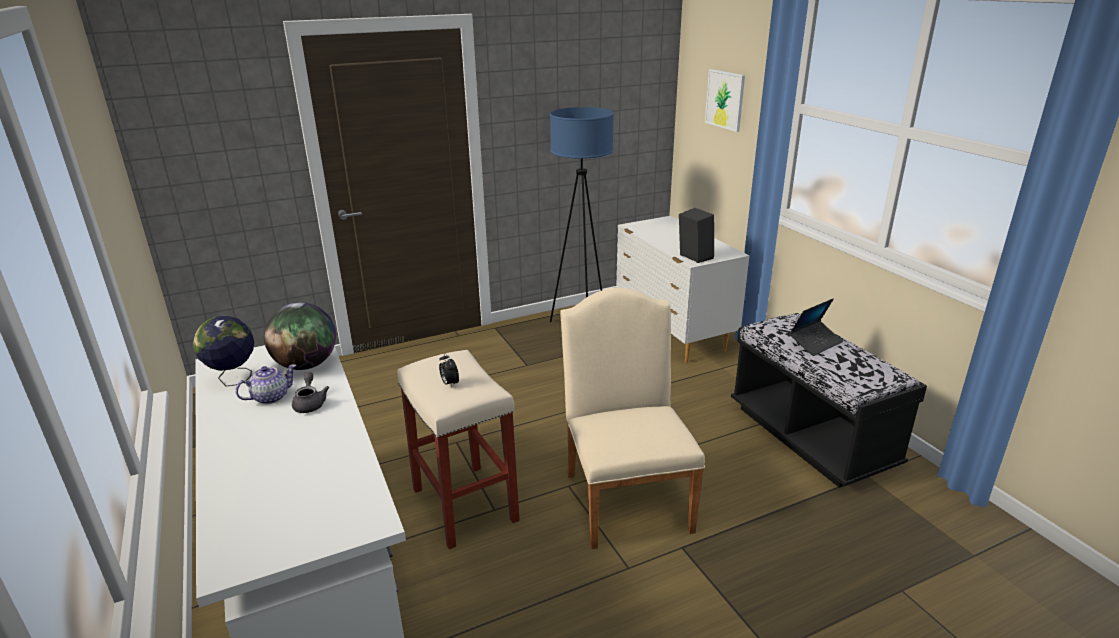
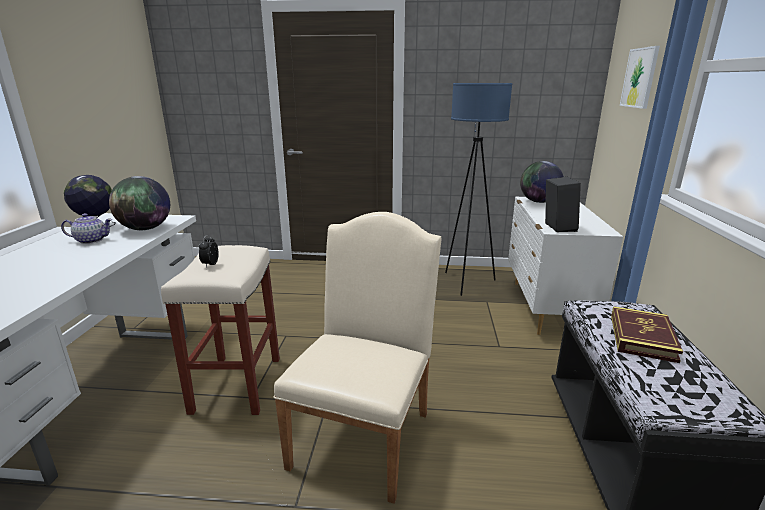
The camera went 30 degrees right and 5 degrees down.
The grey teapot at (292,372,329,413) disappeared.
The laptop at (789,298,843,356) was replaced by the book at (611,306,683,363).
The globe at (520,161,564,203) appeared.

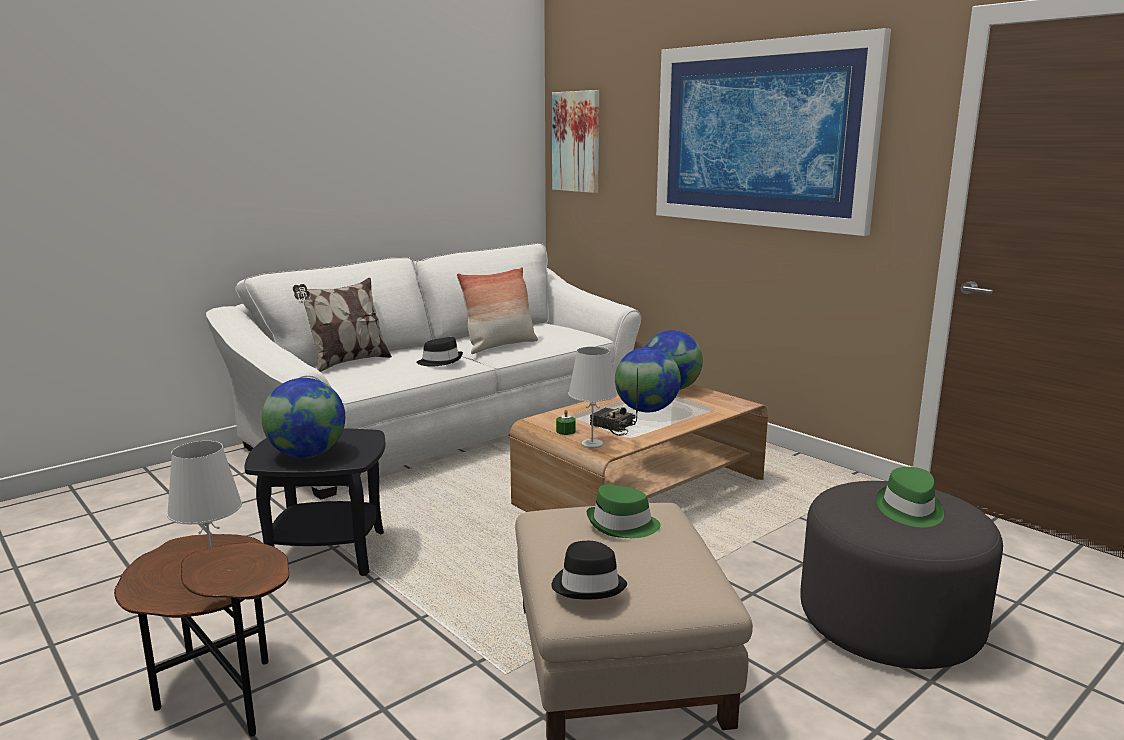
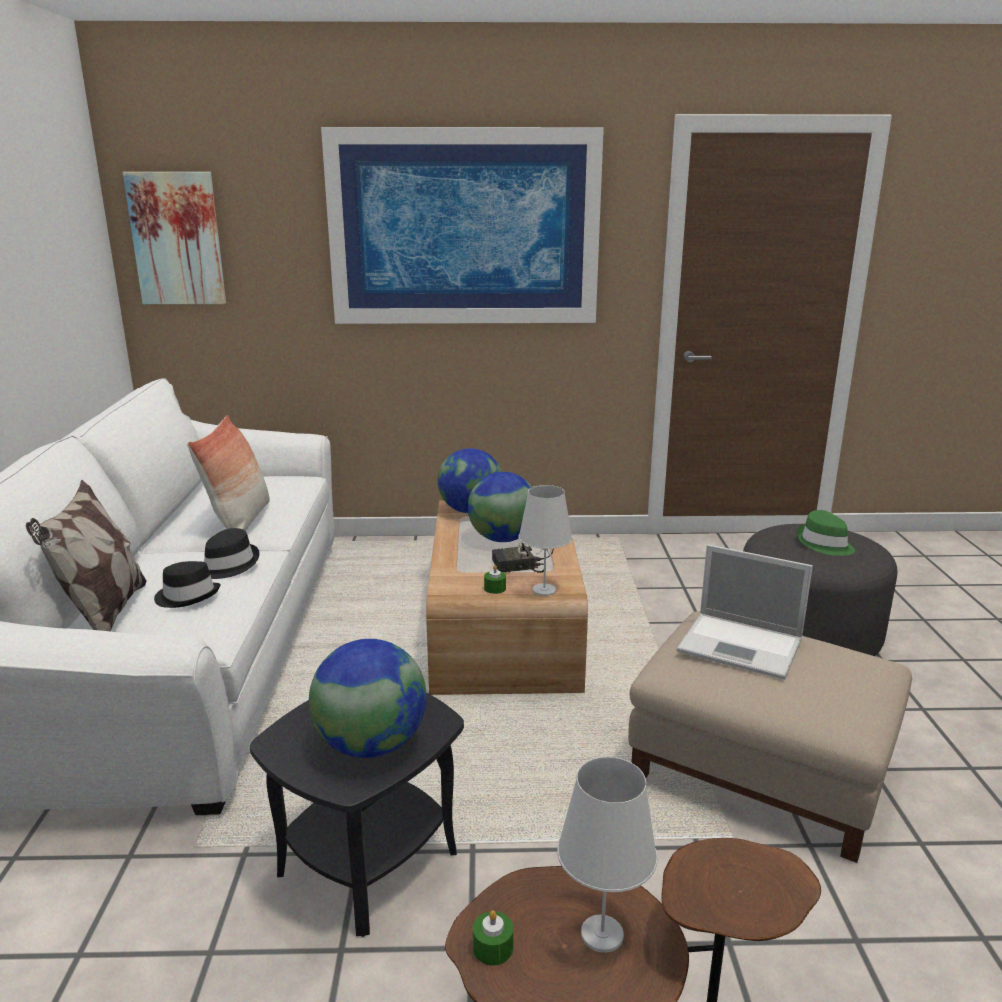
The camera went 50 degrees left and 5 degrees up.
The black hat moved from (551,541,627,599) to (154,561,221,608).
The green hat at (587,485,660,538) was replaced by the laptop at (677,544,813,680).
The green candle at (473,910,513,965) appeared.

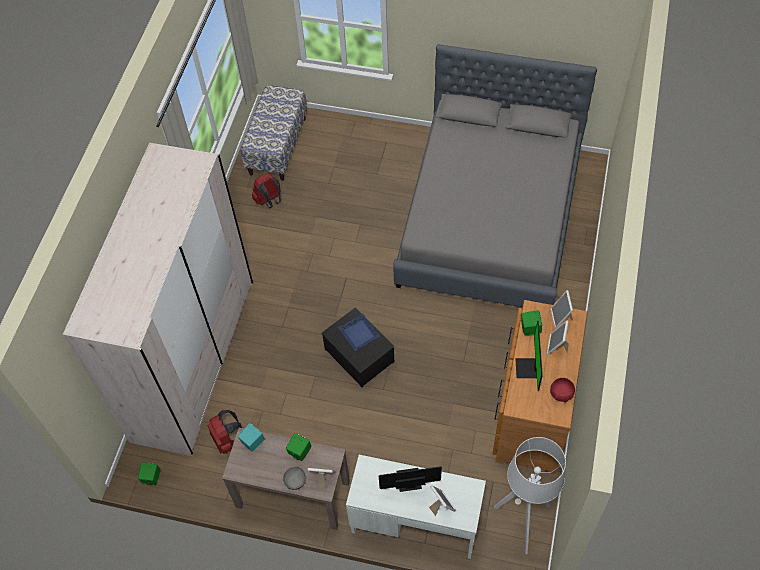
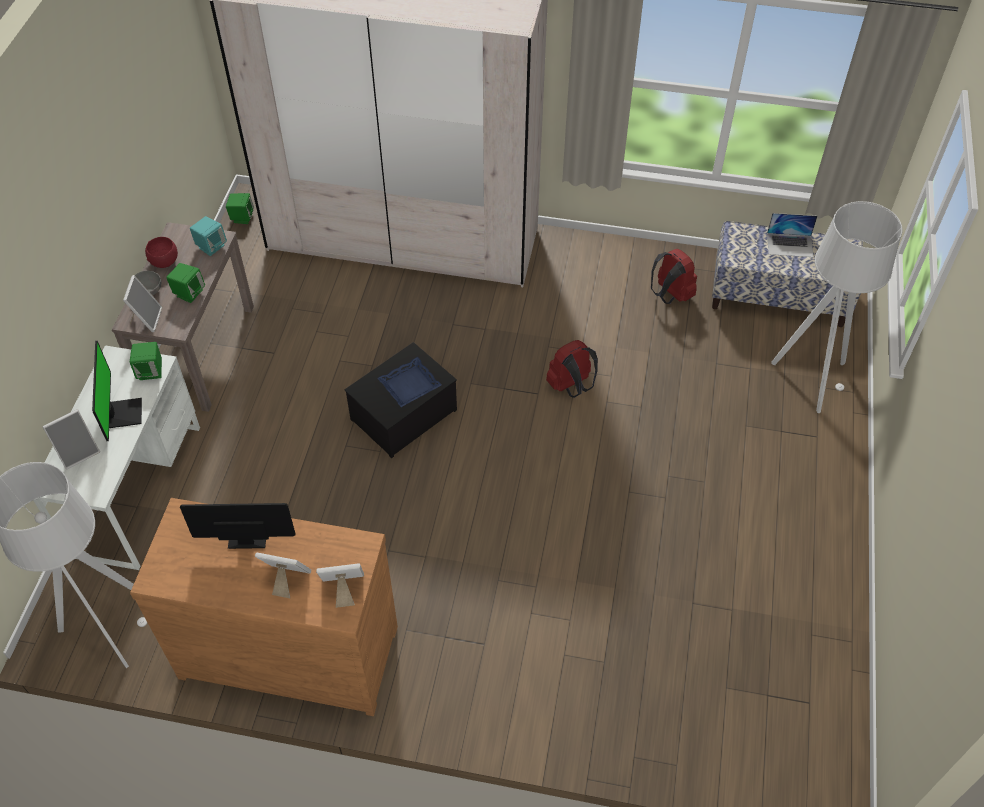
The camera went 85 degrees right and 5 degrees down.
The red backpack moved from (208,410,242,454) to (546,340,598,398).
The grey bed at (393,44,597,307) disappeared.
The green speaker moved from (521,310,542,336) to (130,342,162,380).
The red bowl moved from (550,378,575,403) to (145,237,178,268).
The laptop at (767,213,817,257) appeared.
The grey floor lamp at (771,201,902,413) appeared.

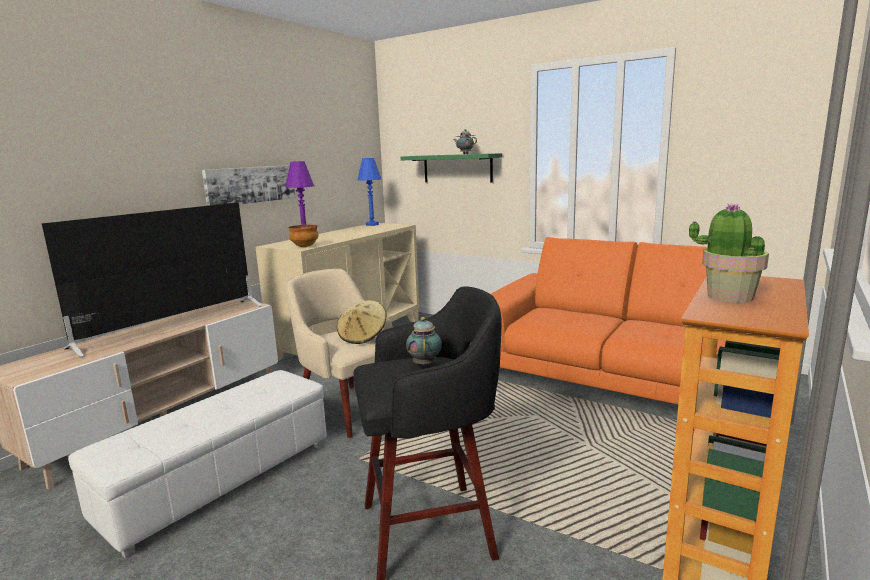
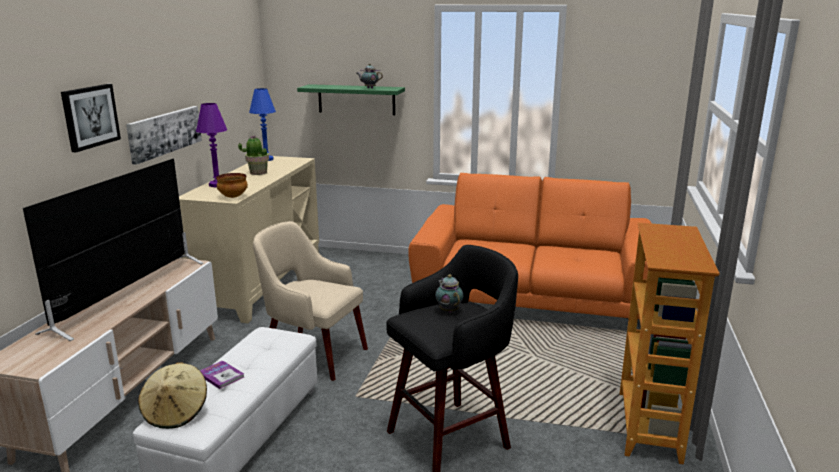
The camera went 20 degrees left and 5 degrees up.
The beige hat moved from (337,300,386,344) to (138,362,207,429).
The potted plant moved from (689,203,769,303) to (238,135,269,175).
The picture at (61,84,121,152) appeared.
The book at (200,360,244,389) appeared.

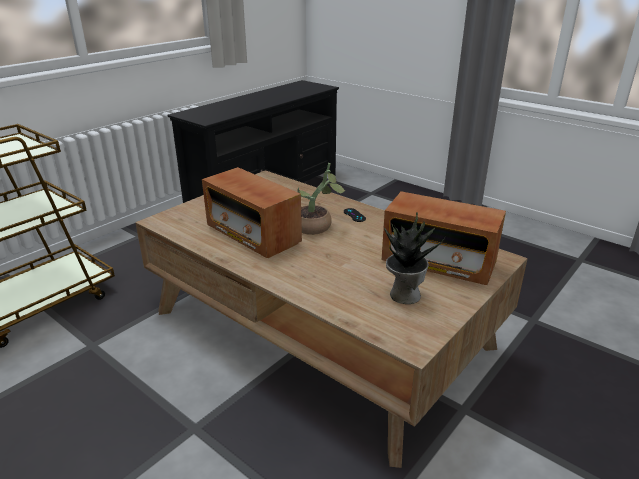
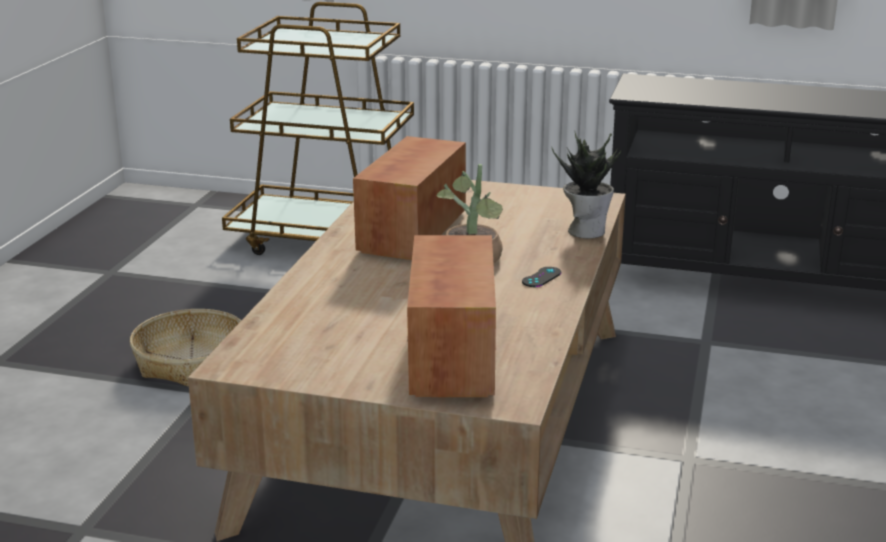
The camera went 65 degrees right and 5 degrees down.
The potted plant moved from (384,212,445,304) to (552,130,621,238).
The basket at (130,309,241,387) appeared.

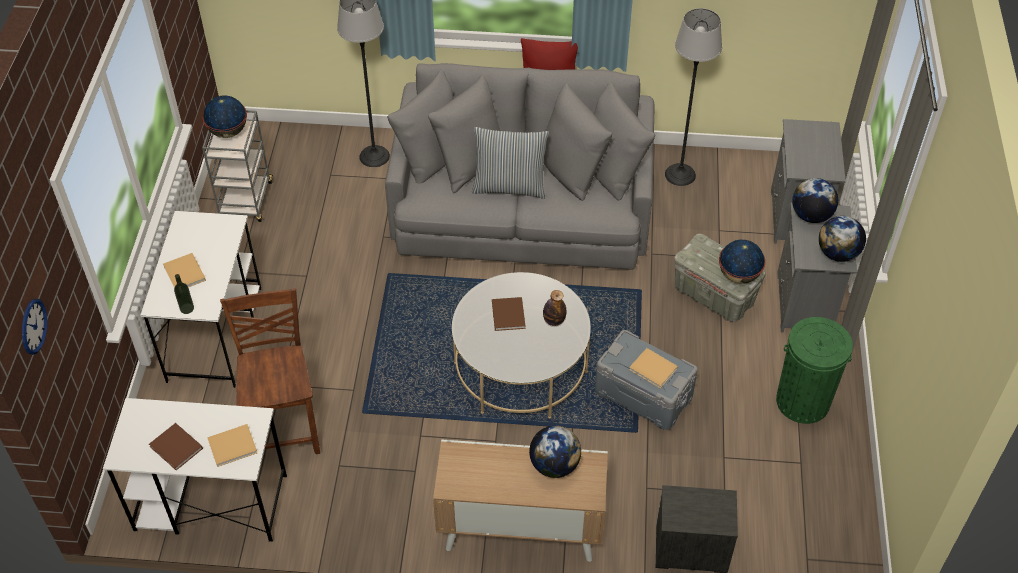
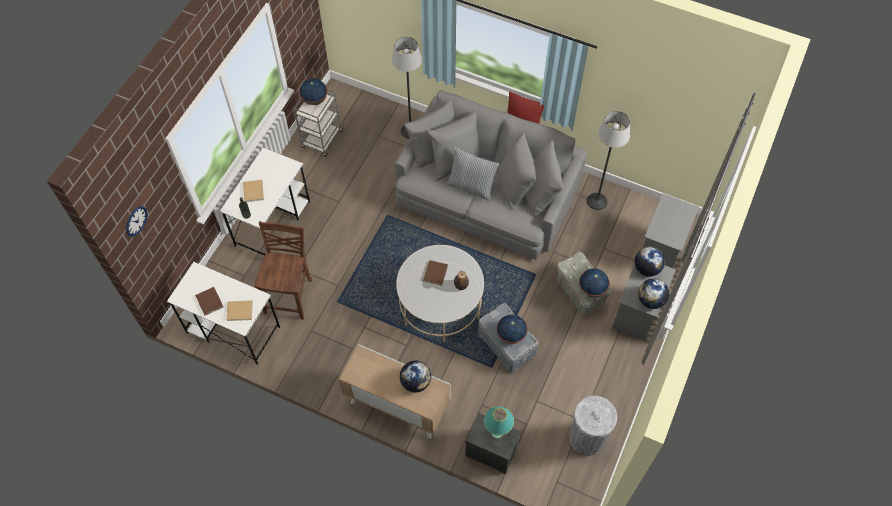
The camera went 20 degrees right and 10 degrees up.
The beige book at (629,348,678,388) was replaced by the globe at (497,315,528,344).
The green trash can at (776,317,853,424) disappeared.
The turquoise table lamp at (484,406,514,438) appeared.
The grey trash can at (569,396,617,456) appeared.

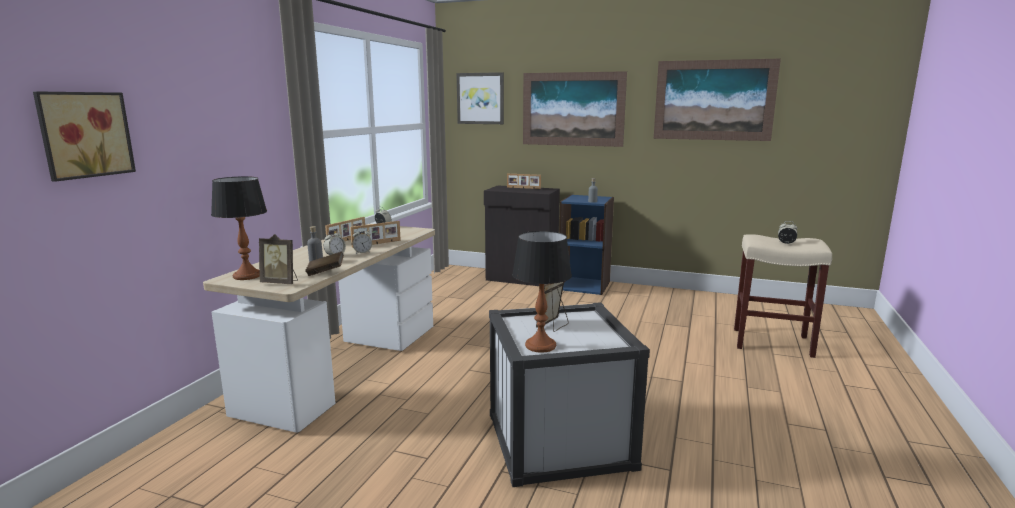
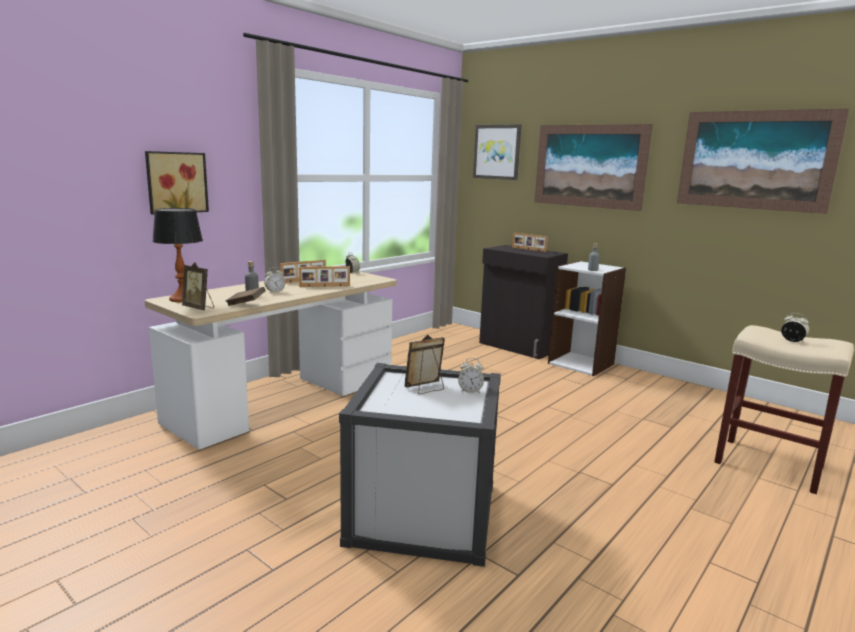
The camera went 20 degrees right and 0 degrees up.
The picture moved from (33,91,136,182) to (145,151,209,215).
The alarm clock moved from (352,228,372,254) to (458,358,484,393).
The table lamp at (512,231,572,353) disappeared.
The blue bookcase at (559,195,614,295) became the white bookcase at (548,261,626,376).

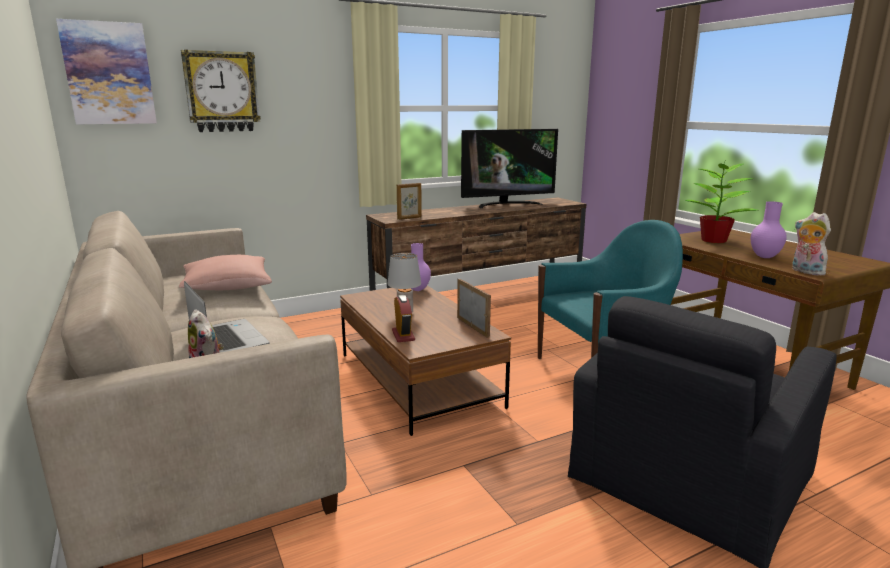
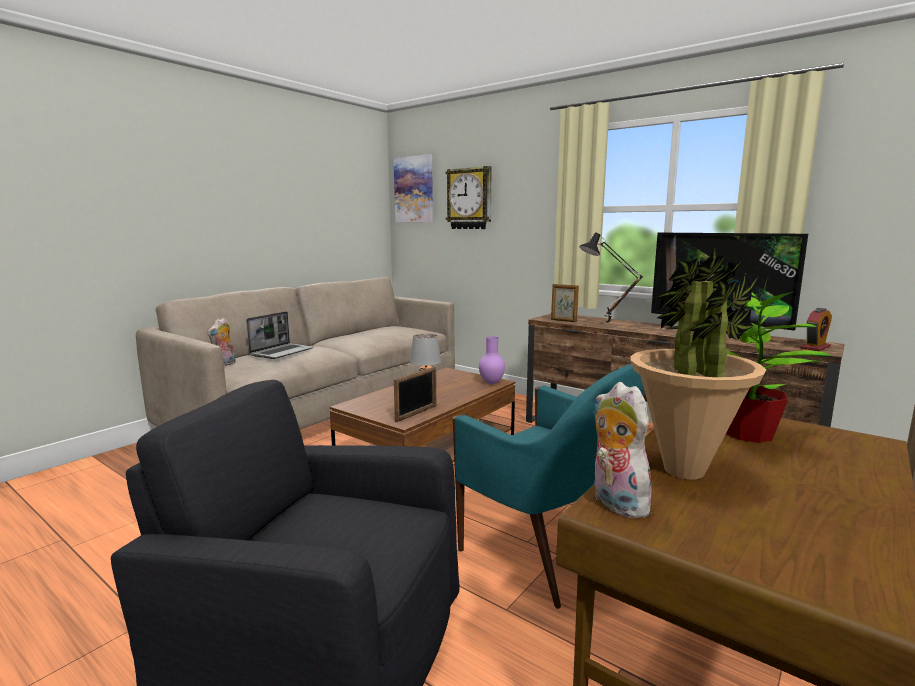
The camera went 65 degrees right and 5 degrees down.
The pink pillow at (179,255,272,290) disappeared.
The alarm clock moved from (392,295,415,342) to (800,308,832,351).
The purple vase at (751,201,787,258) was replaced by the potted plant at (630,248,766,480).
The plush toy at (792,212,831,276) turned 60 degrees counterclockwise.
The black table lamp at (580,233,643,325) appeared.

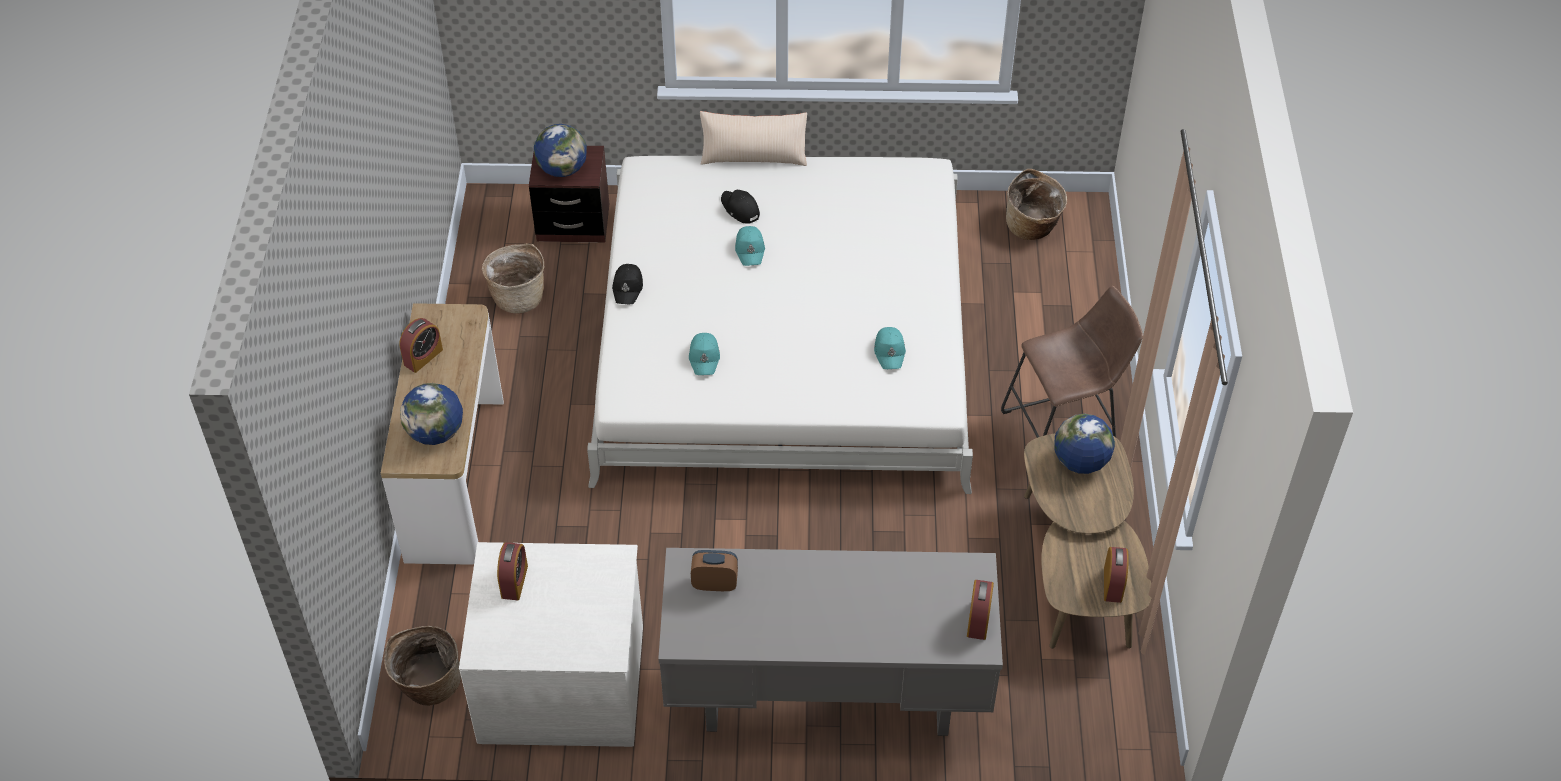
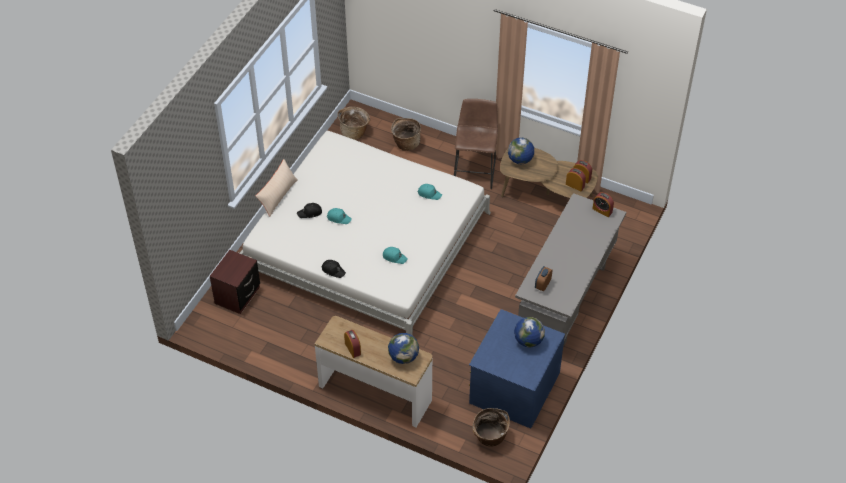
The camera went 65 degrees left and 0 degrees up.
The white dresser at (459,542,643,747) became the blue dresser at (469,309,565,428).
The basket moved from (482,243,544,314) to (391,118,421,151).
The alarm clock moved from (497,542,528,600) to (566,168,586,191).
The globe moved from (534,124,587,177) to (514,317,545,348).

